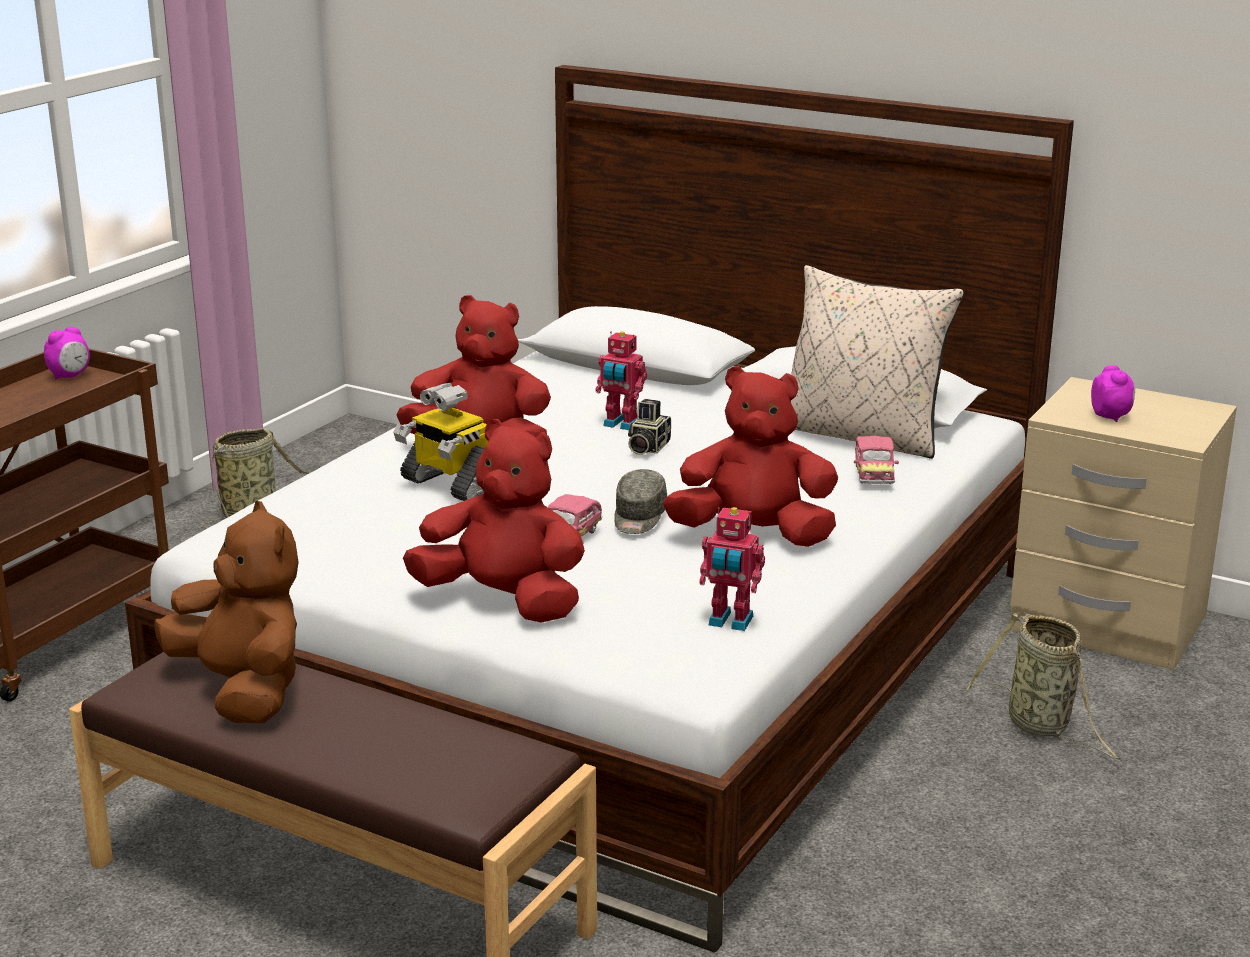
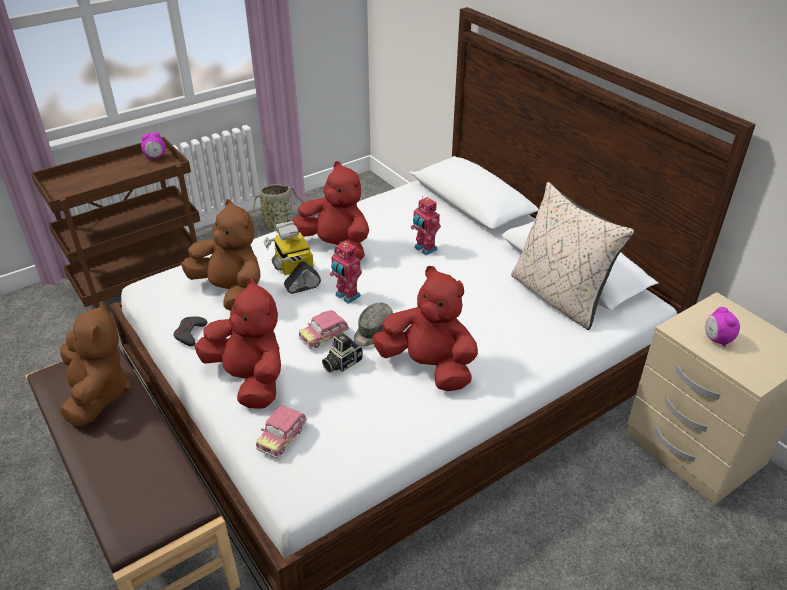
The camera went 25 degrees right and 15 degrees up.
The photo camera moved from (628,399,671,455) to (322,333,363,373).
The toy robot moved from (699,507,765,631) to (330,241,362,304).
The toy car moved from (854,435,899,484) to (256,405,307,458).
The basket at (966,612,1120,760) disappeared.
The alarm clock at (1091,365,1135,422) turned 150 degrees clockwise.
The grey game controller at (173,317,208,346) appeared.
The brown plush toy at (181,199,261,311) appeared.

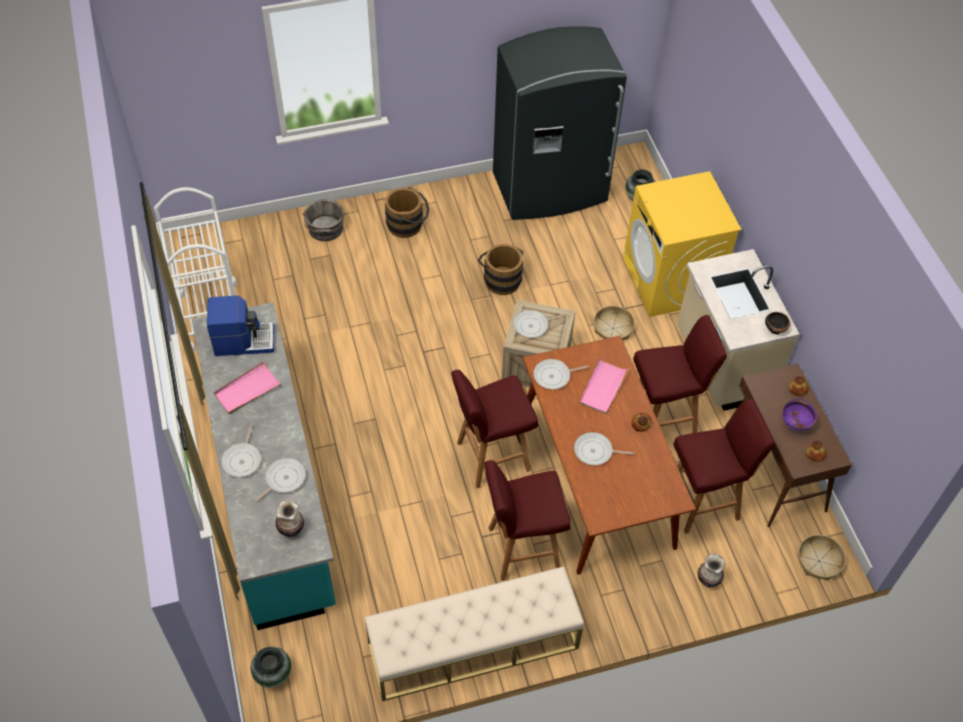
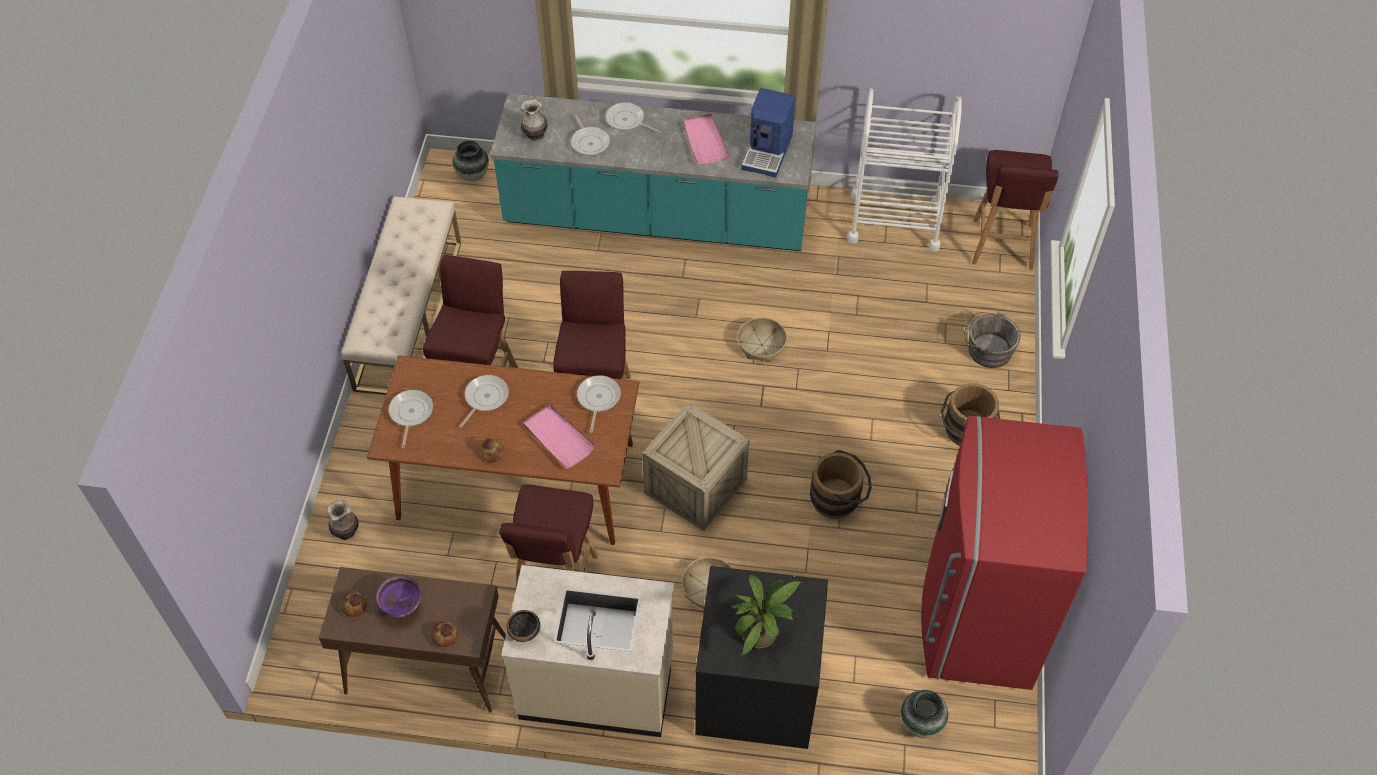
The camera went 115 degrees right and 0 degrees up.
The grey fridge at (493,26,627,220) became the red fridge at (921,416,1088,690).
The frying pan moved from (514,310,565,338) to (389,390,433,448).
The yellow washing machine at (623,171,742,317) became the black washing machine at (695,566,828,749).
The red stool moved from (673,399,775,534) to (972,150,1058,270).
The basket moved from (798,535,846,580) to (737,317,787,362).
The potted plant at (730,574,801,655) appeared.

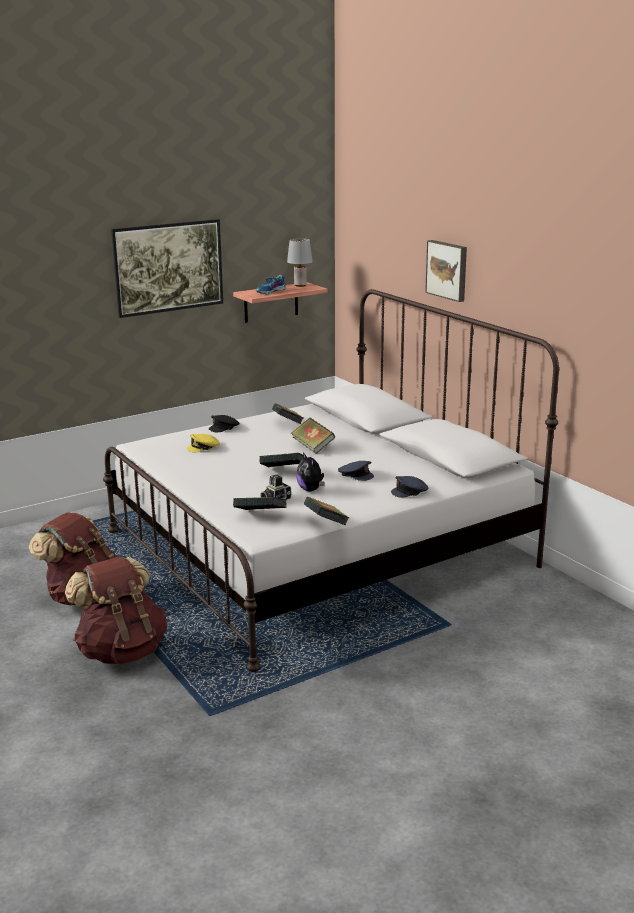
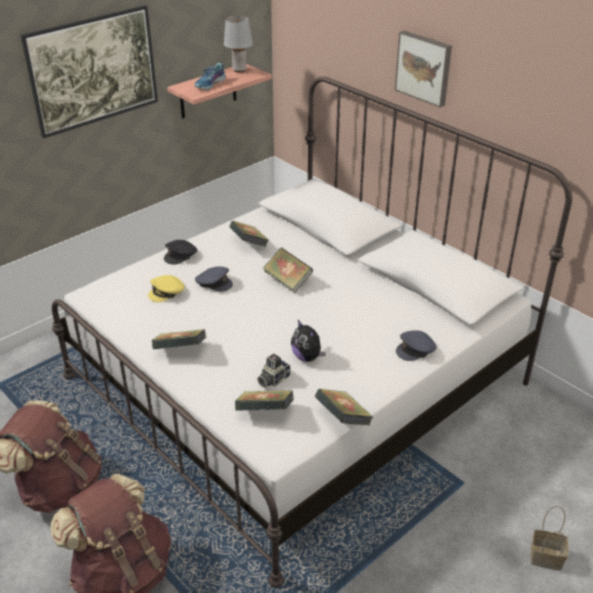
The camera went 10 degrees left and 15 degrees up.
The book moved from (260,453,304,467) to (152,329,206,349).
The grey cap moved from (338,461,374,481) to (195,266,233,292).
The basket at (530,506,569,571) appeared.

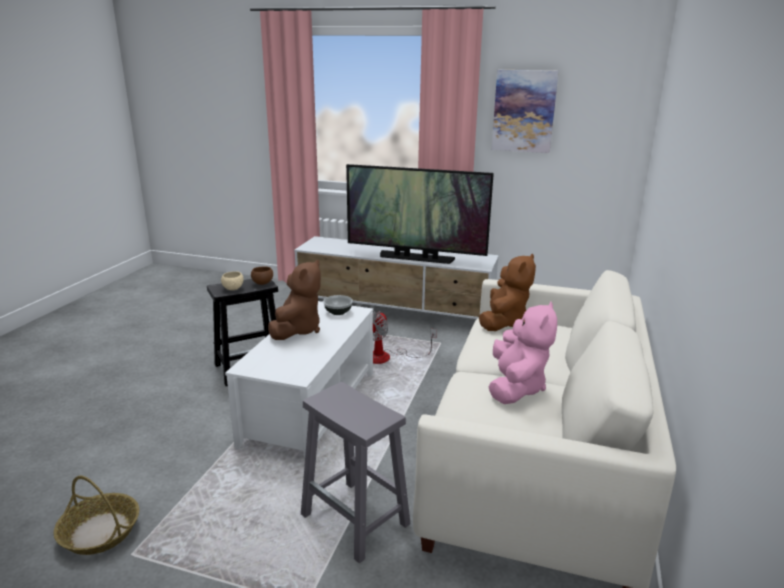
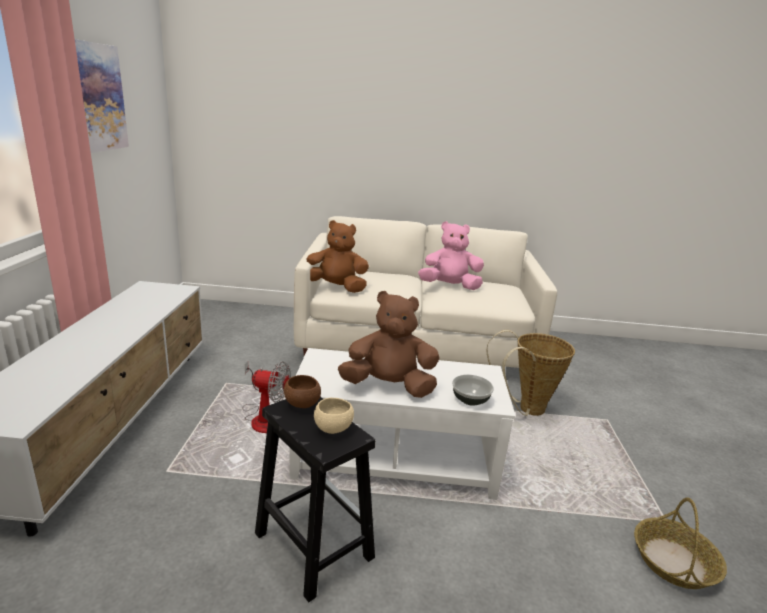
The camera went 105 degrees left and 0 degrees up.
The grey stool at (301,382,411,564) was replaced by the basket at (487,330,575,416).
The bowl moved from (323,295,353,315) to (452,375,494,406).
The television at (346,164,494,264) disappeared.

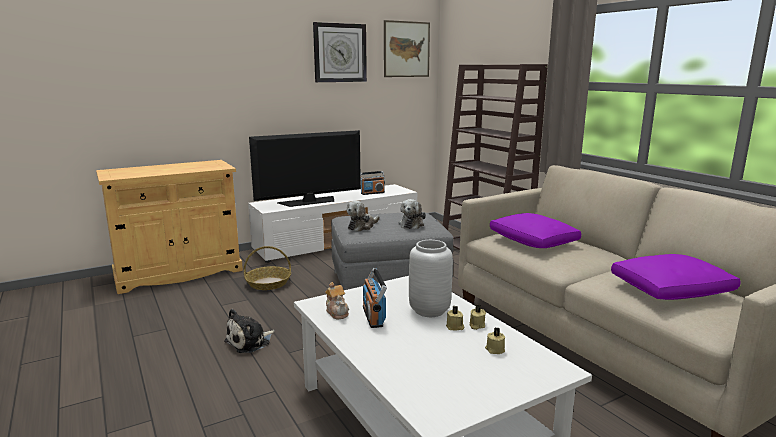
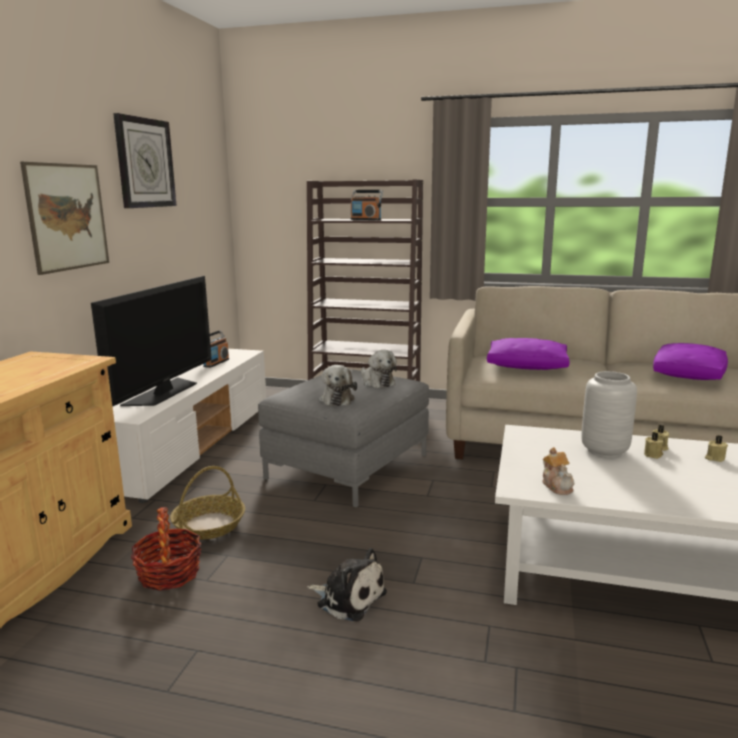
The camera went 45 degrees left and 0 degrees up.
The plush toy at (224,309,275,353) turned 60 degrees counterclockwise.
The teapot at (325,282,349,319) turned 60 degrees clockwise.
The radio moved from (363,268,387,328) to (351,190,383,220).
The picture moved from (384,20,430,77) to (20,162,109,275).
The basket at (131,507,202,591) appeared.

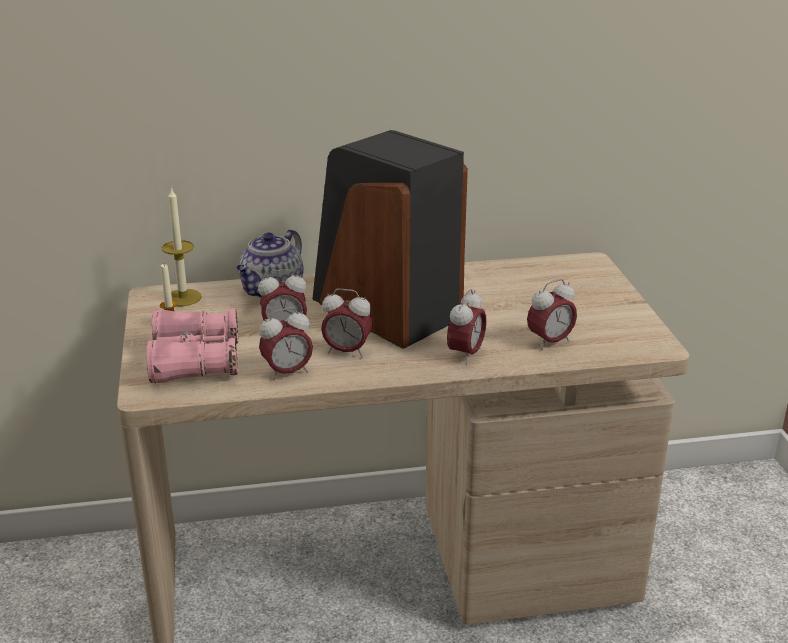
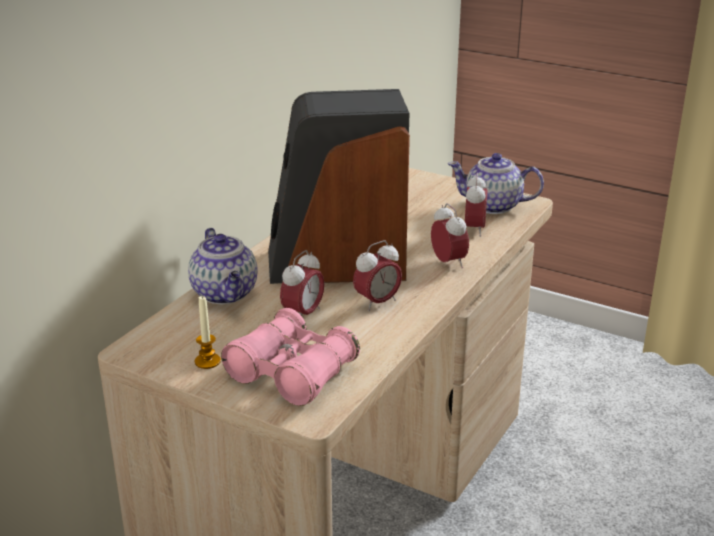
The camera went 50 degrees left and 0 degrees up.
The candle at (162,187,202,306) disappeared.
The alarm clock at (259,307,313,381) disappeared.
The teapot at (448,153,544,214) appeared.

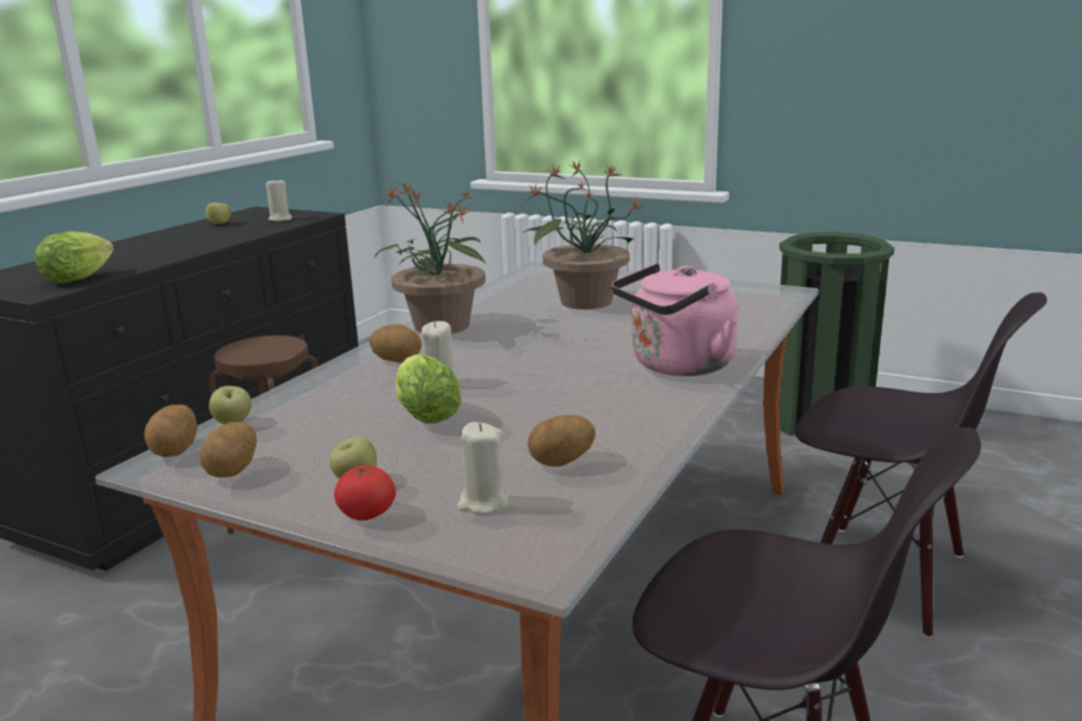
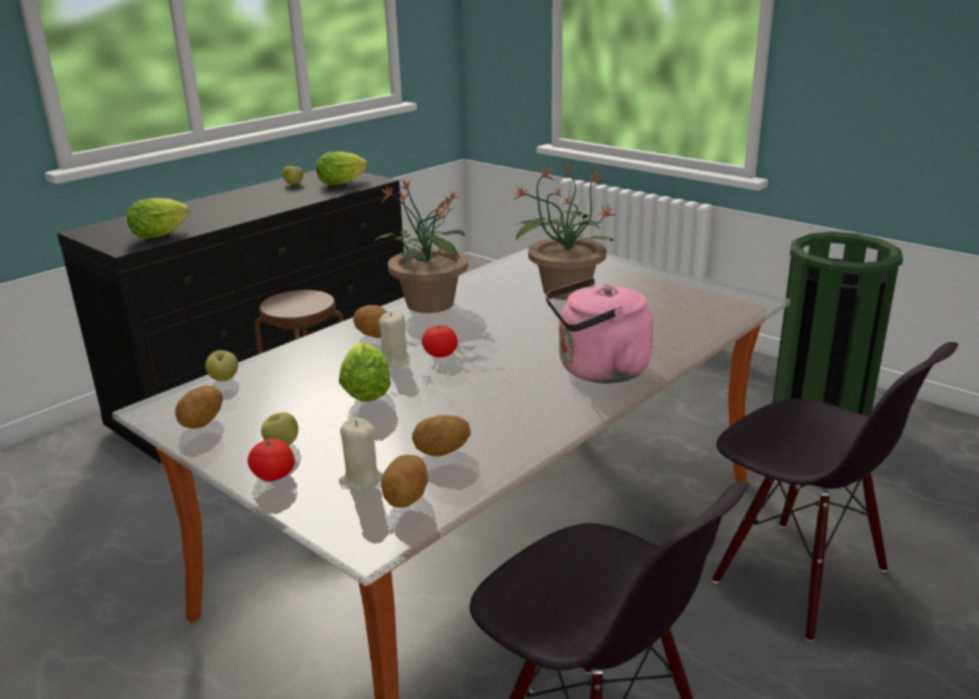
The camera went 15 degrees right and 5 degrees up.
The potato moved from (144,405,198,457) to (381,455,428,508).
The beige candle at (266,178,293,222) was replaced by the lettuce at (316,151,368,185).
The tomato at (422,325,458,357) appeared.

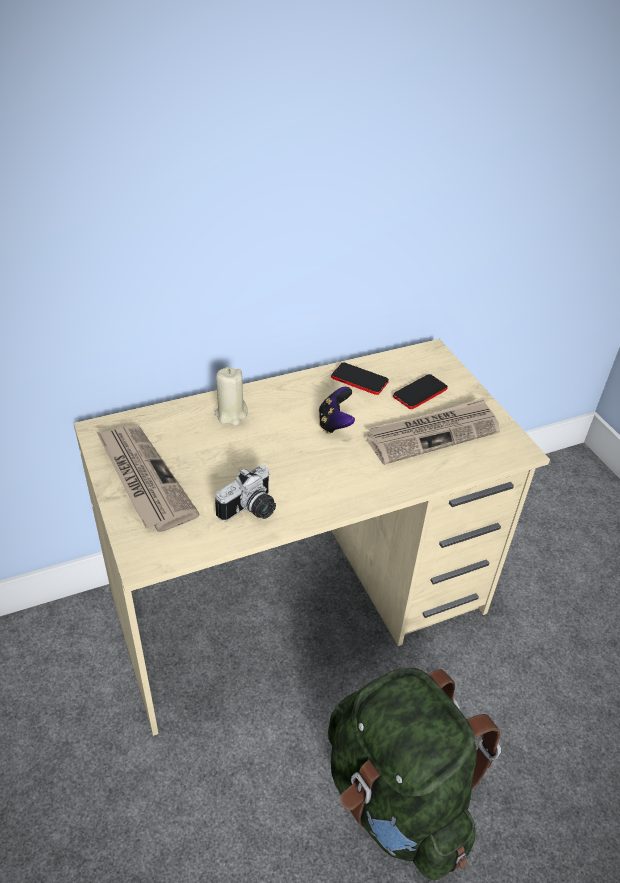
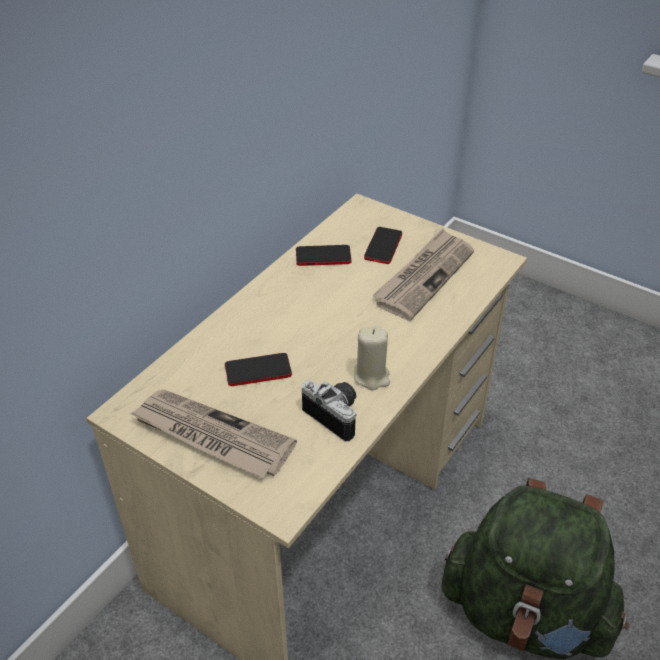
The camera went 30 degrees left and 0 degrees up.
The beige candle moved from (215,367,248,426) to (354,325,390,390).
The photo camera at (215,465,276,521) turned 60 degrees counterclockwise.
The game controller at (319,387,355,434) disappeared.
The phone at (225,353,292,386) appeared.

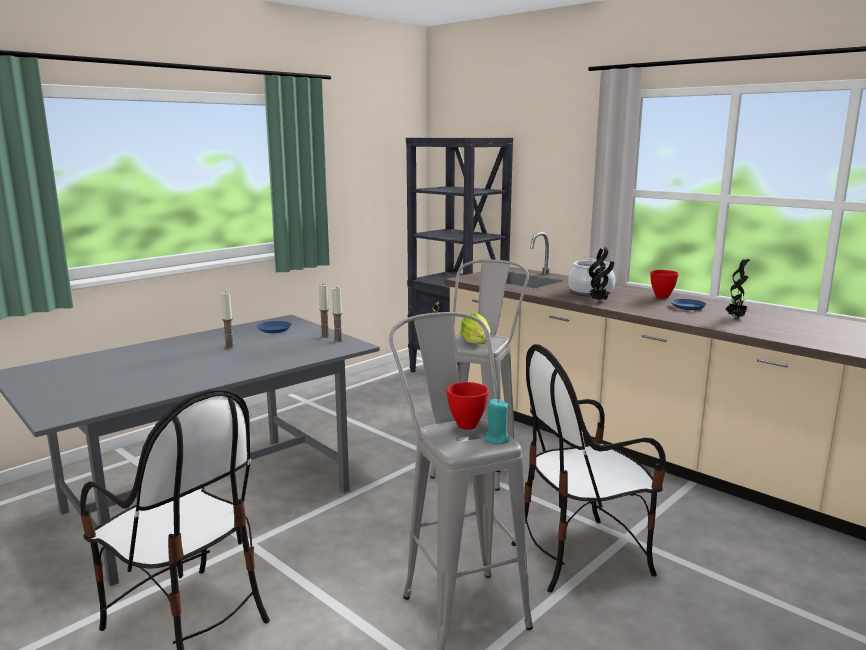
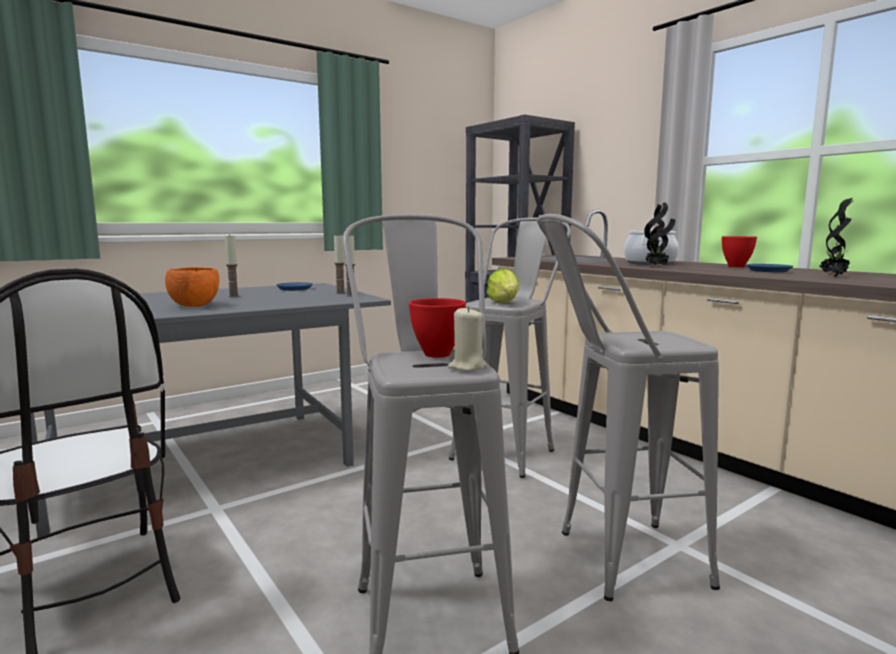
The camera went 10 degrees right and 5 degrees down.
The turquoise candle at (484,399,510,444) became the beige candle at (448,306,487,371).
The chair at (511,344,666,593) was replaced by the grey stool at (537,214,720,601).
The orange bowl at (165,267,219,307) appeared.

